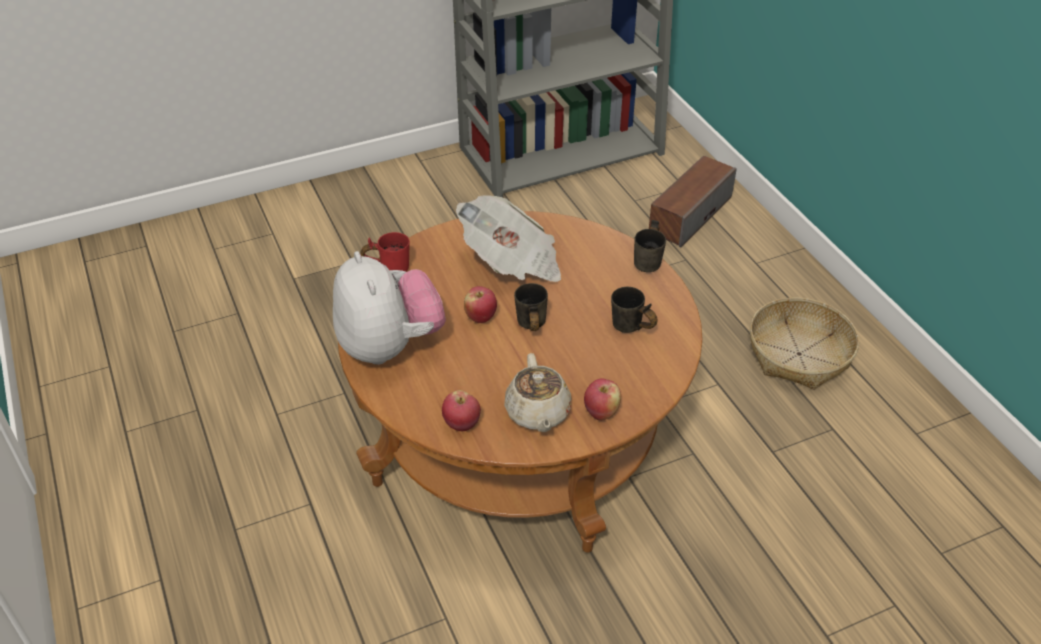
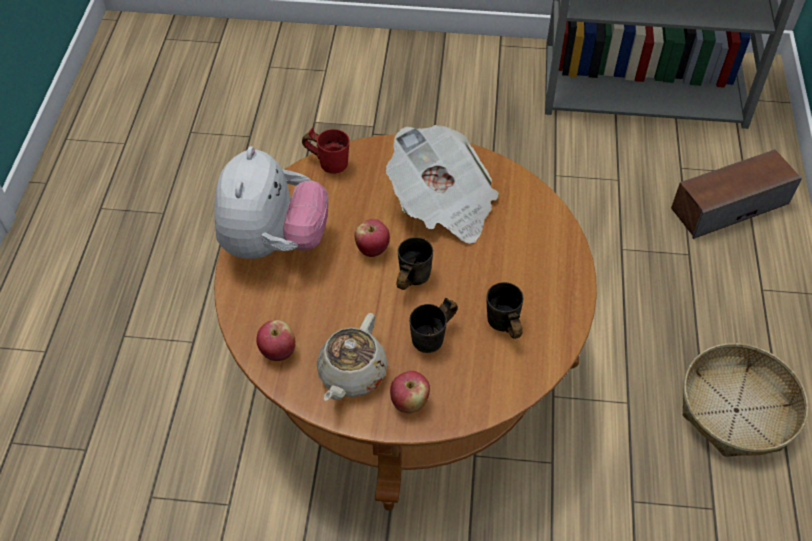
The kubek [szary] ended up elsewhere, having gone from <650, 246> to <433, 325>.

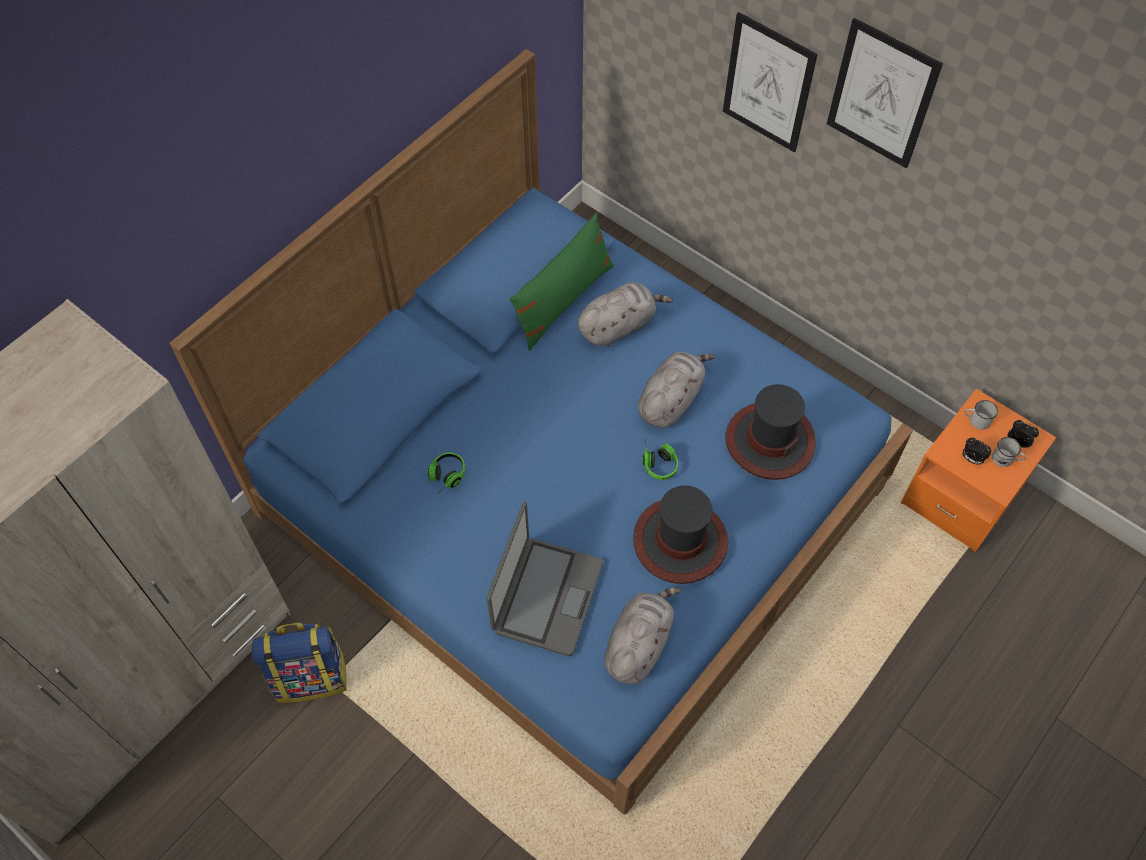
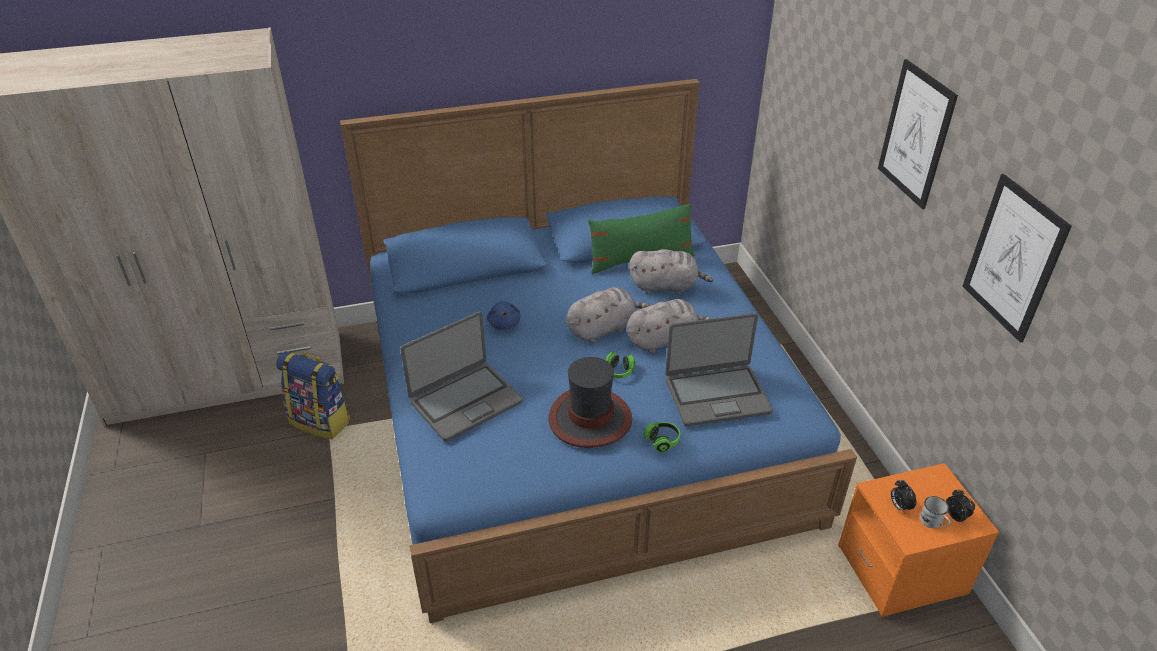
The second view gained the pluszak [niebieski] at <503, 315>.
The pluszak [szary] ended up elsewhere, having gone from <642, 635> to <608, 315>.
The słuchawki ended up elsewhere, having gone from <446, 470> to <661, 437>.
Where the kapelusz stood at <770, 432>, the laptop came to stand at <719, 369>.
The obraz ended up elsewhere, having gone from <770, 82> to <1017, 258>.
The second view lost the kubek [biały] at <981, 415>.

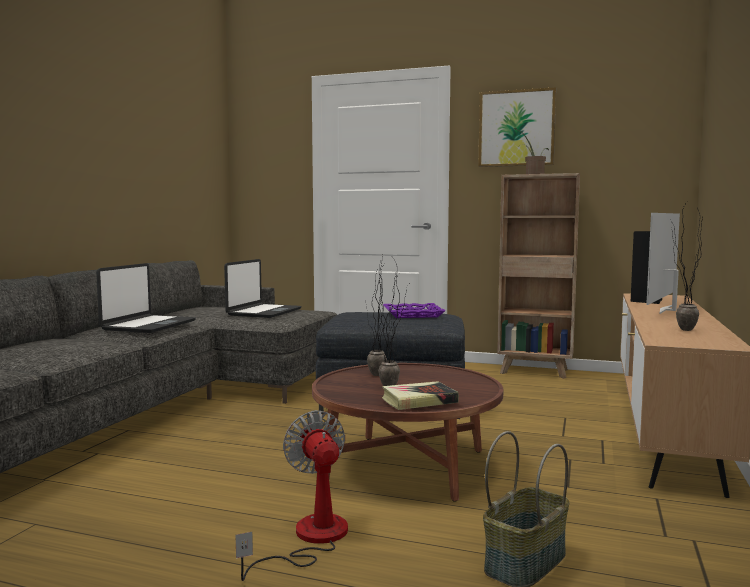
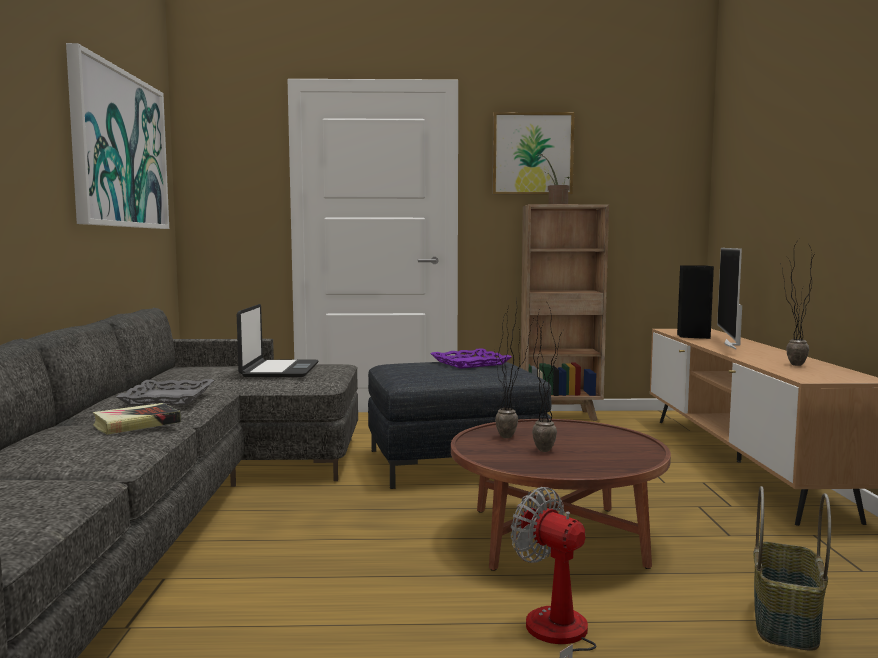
The second view gained the obraz at <117, 136>.
The książka ended up elsewhere, having gone from <420, 395> to <137, 419>.
Where the laptop stood at <146, 298>, the taca [szary] came to stand at <165, 392>.

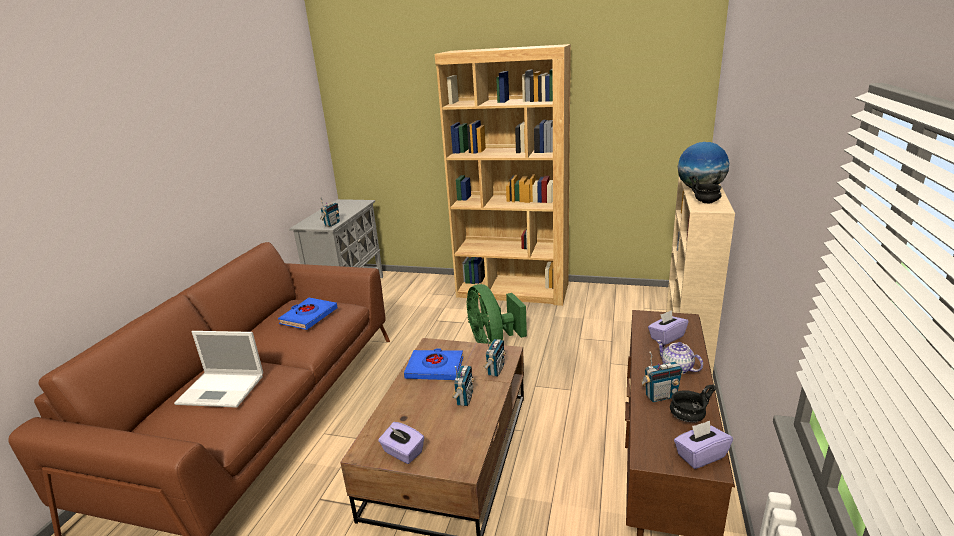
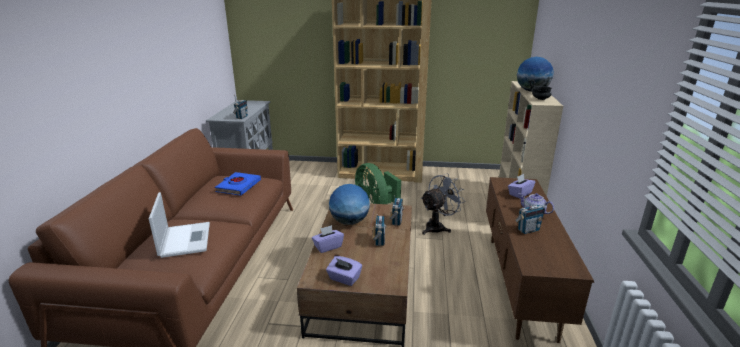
The laptop at <218, 369> ended up facing another way, 105 degrees counterclockwise from before.
The pudełko chusteczek [fioletowy] ended up elsewhere, having gone from <703, 445> to <328, 239>.
Where the książka [niebieski] stood at <433, 364>, the globus came to stand at <349, 204>.
The second view gained the wentylator [szary] at <443, 204>.
The second view lost the miska [czarny] at <693, 403>.

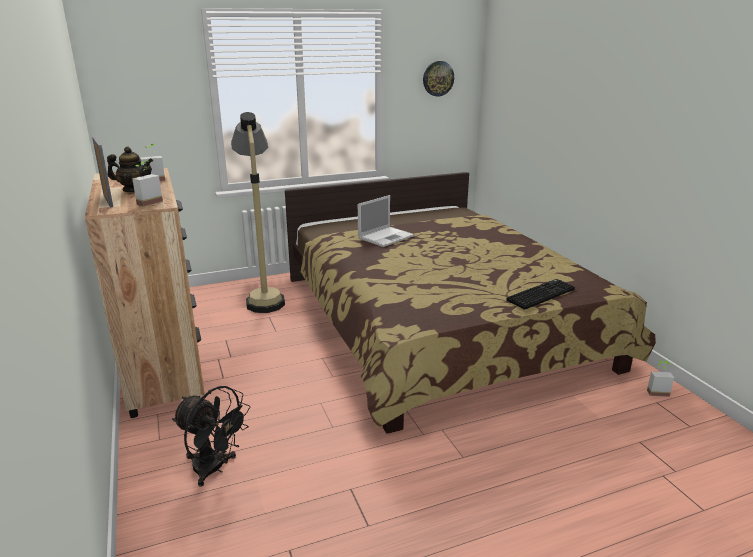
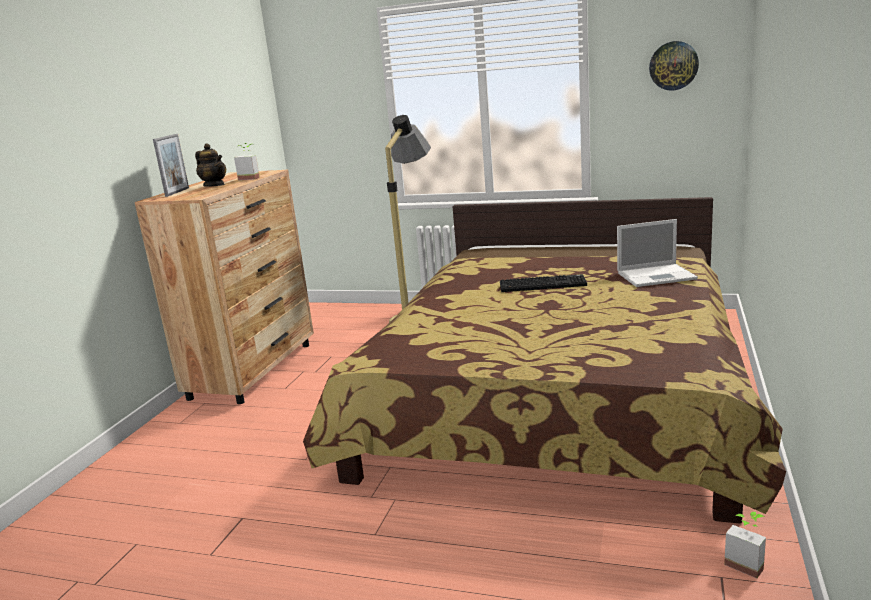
The klawiatura ended up elsewhere, having gone from <540, 294> to <543, 283>.
The laptop ended up elsewhere, having gone from <386, 221> to <657, 253>.
The second view lost the roślina doniczkowa at <147, 184>.
The second view lost the wentylator [czarny] at <211, 436>.

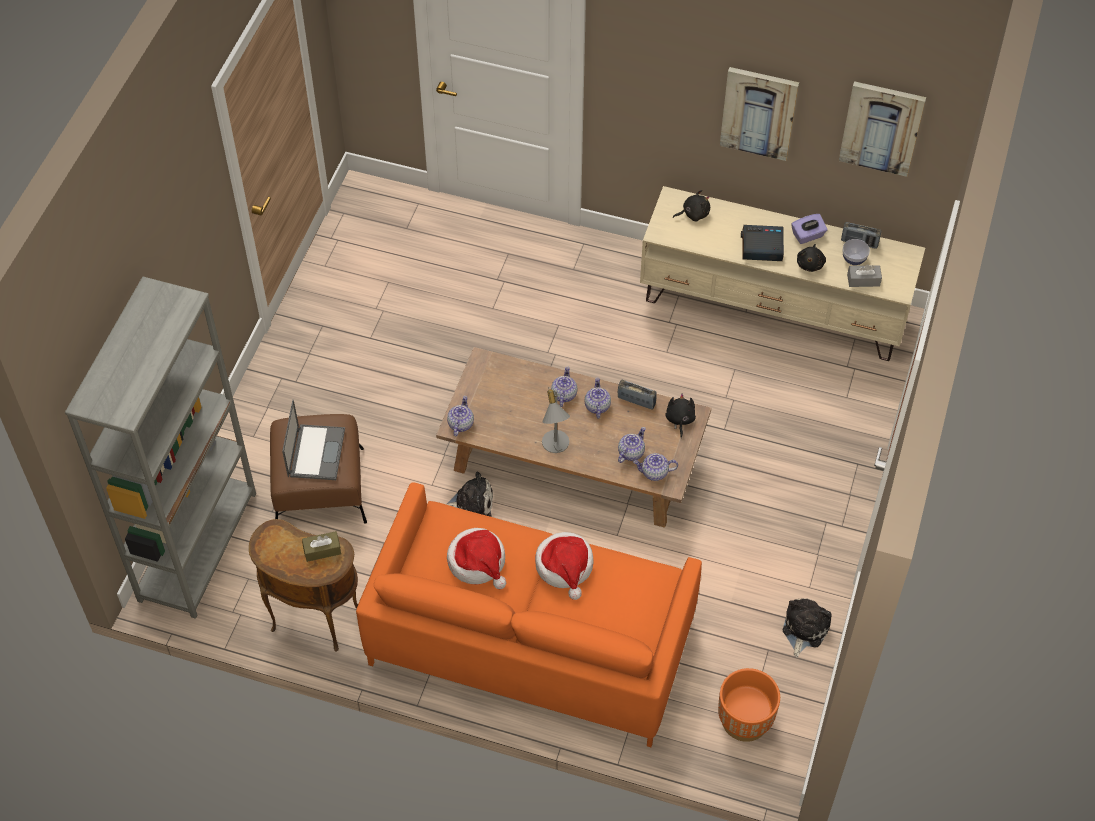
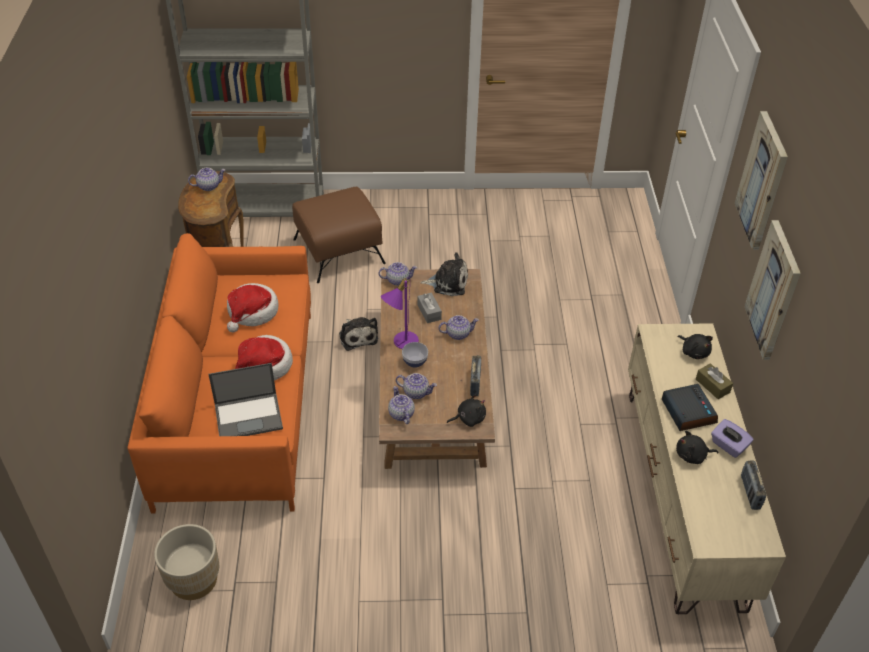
What was the donica [pomarańczowy] at <749, 705> turned into the donica [beżowy] at <186, 562>.
The imbryk ended up elsewhere, having gone from <598, 398> to <207, 179>.
The laptop ended up elsewhere, having gone from <313, 440> to <245, 399>.
What was the lampa stołowa [szary] at <556, 420> turned into the lampa stołowa [fioletowy] at <400, 313>.
The miska ended up elsewhere, having gone from <856, 252> to <415, 355>.
The pudełko chusteczek [szary] ended up elsewhere, having gone from <864, 275> to <429, 308>.
The pluszak ended up elsewhere, having gone from <807, 627> to <444, 274>.
The pudełko chusteczek [brązowy] ended up elsewhere, having gone from <321, 546> to <714, 381>.
The obraz ended up elsewhere, having gone from <882, 129> to <761, 180>.

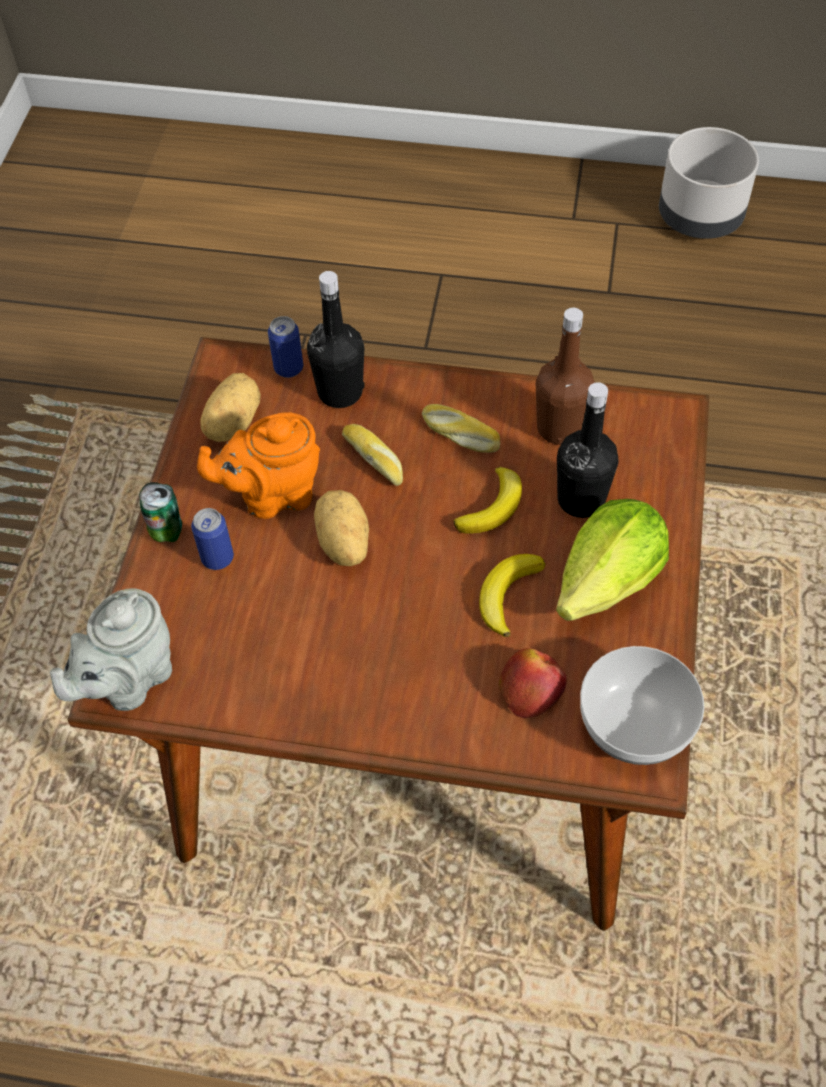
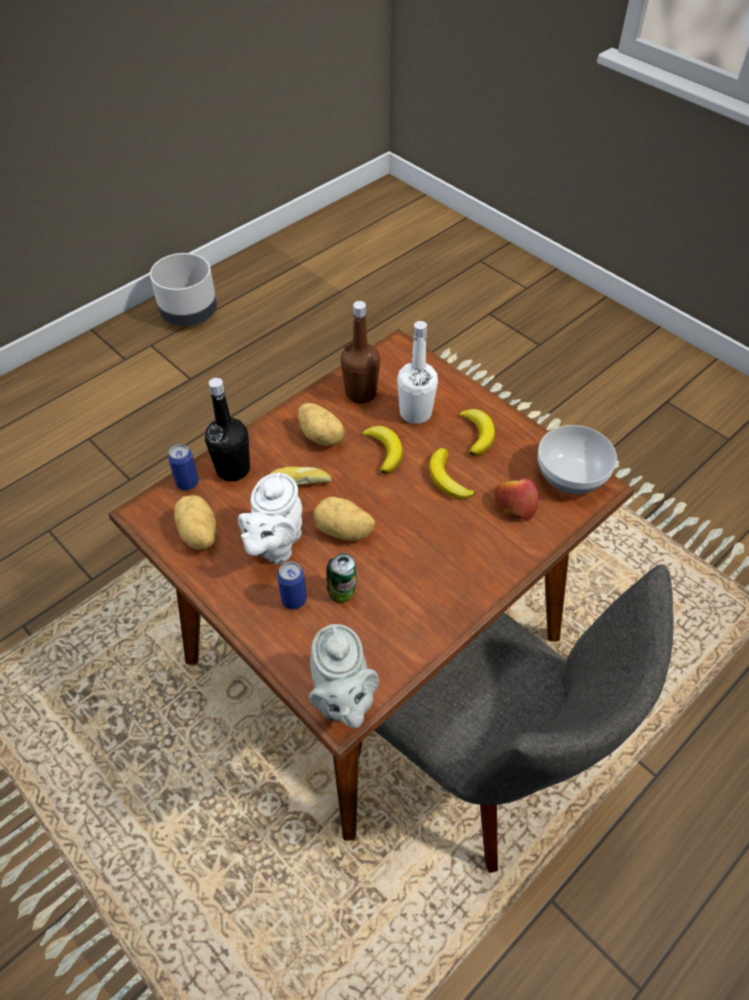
What was the imbryk [pomarańczowy] at <258, 465> turned into the imbryk [biały] at <270, 518>.
Where the chleb stood at <461, 428>, the ziemniak came to stand at <321, 424>.
The puszka ended up elsewhere, having gone from <160, 512> to <341, 578>.
The second view gained the krzesło [szary] at <516, 718>.
What was the butelka [czarny] at <587, 450> turned into the butelka [biały] at <417, 372>.
Where the sałata stood at <612, 560>, the banan came to stand at <477, 433>.

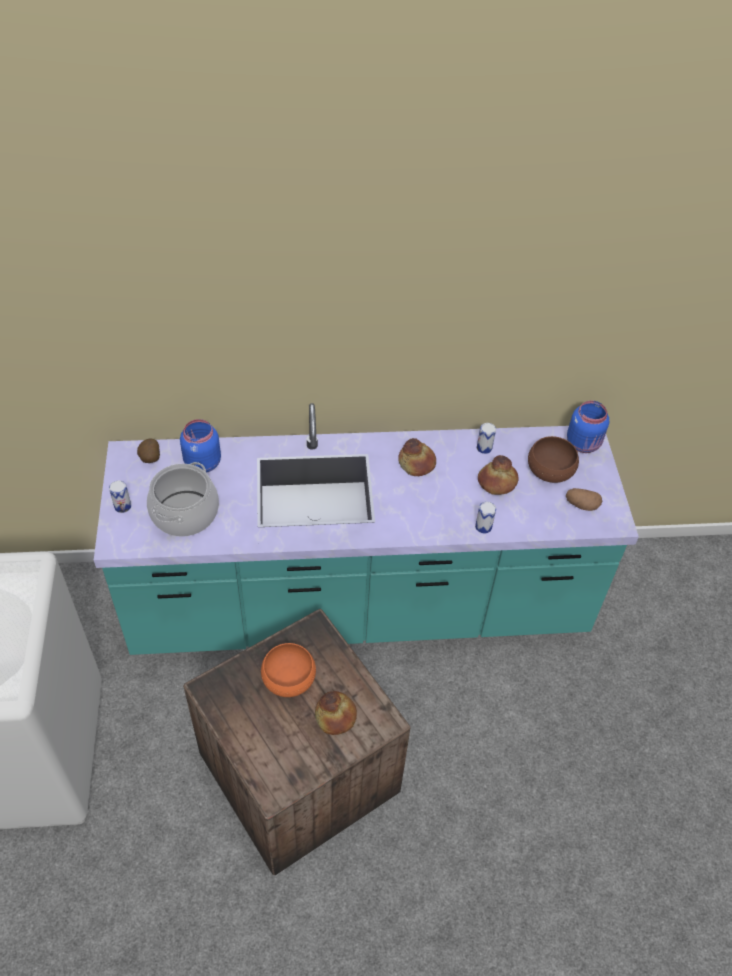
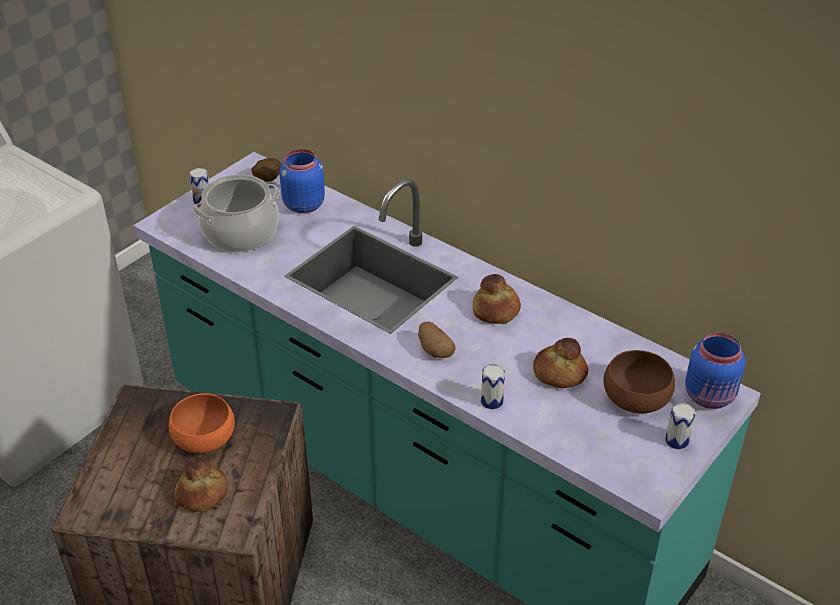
The ziemniak ended up elsewhere, having gone from <584, 499> to <437, 340>.
The puszka ended up elsewhere, having gone from <486, 438> to <680, 426>.

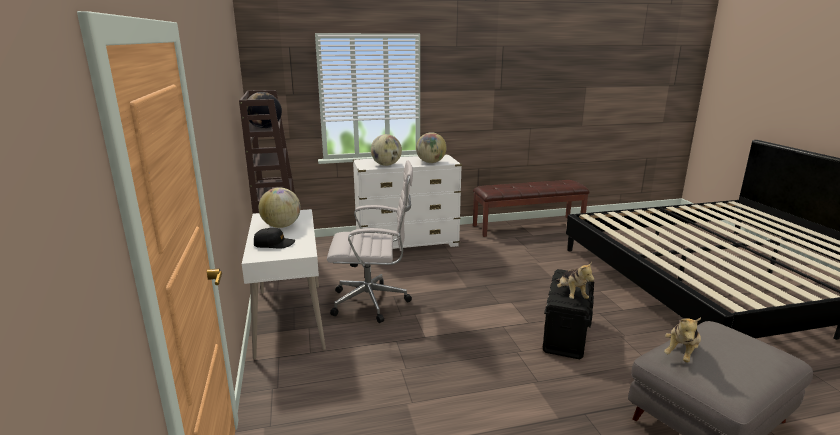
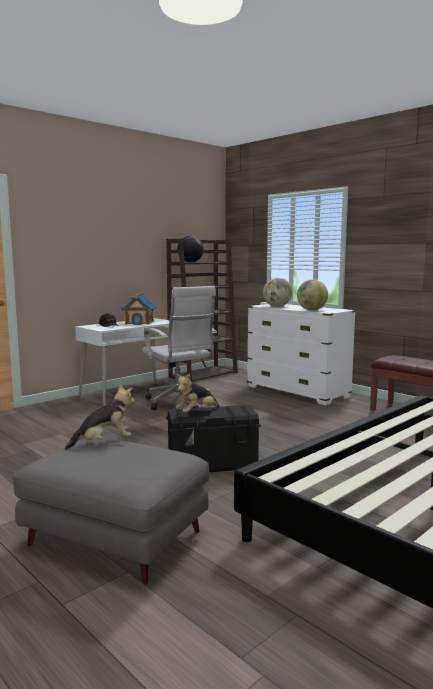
The pluszak at <682, 339> ended up facing another way, 150 degrees clockwise from before.
Where the globus stood at <279, 207>, the domek came to stand at <139, 309>.

